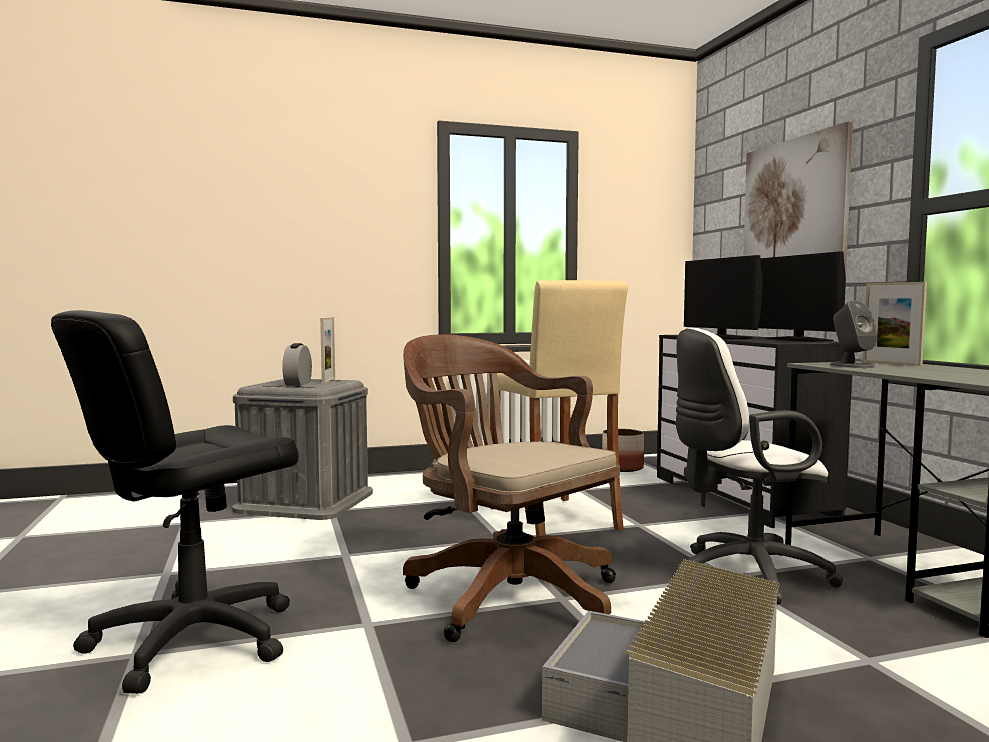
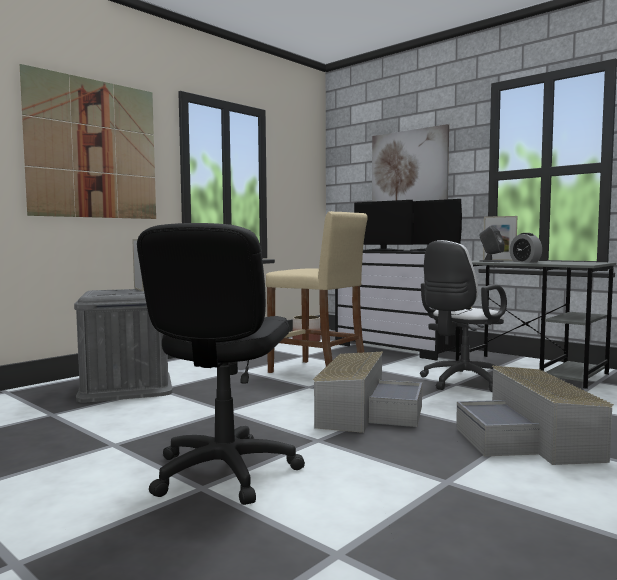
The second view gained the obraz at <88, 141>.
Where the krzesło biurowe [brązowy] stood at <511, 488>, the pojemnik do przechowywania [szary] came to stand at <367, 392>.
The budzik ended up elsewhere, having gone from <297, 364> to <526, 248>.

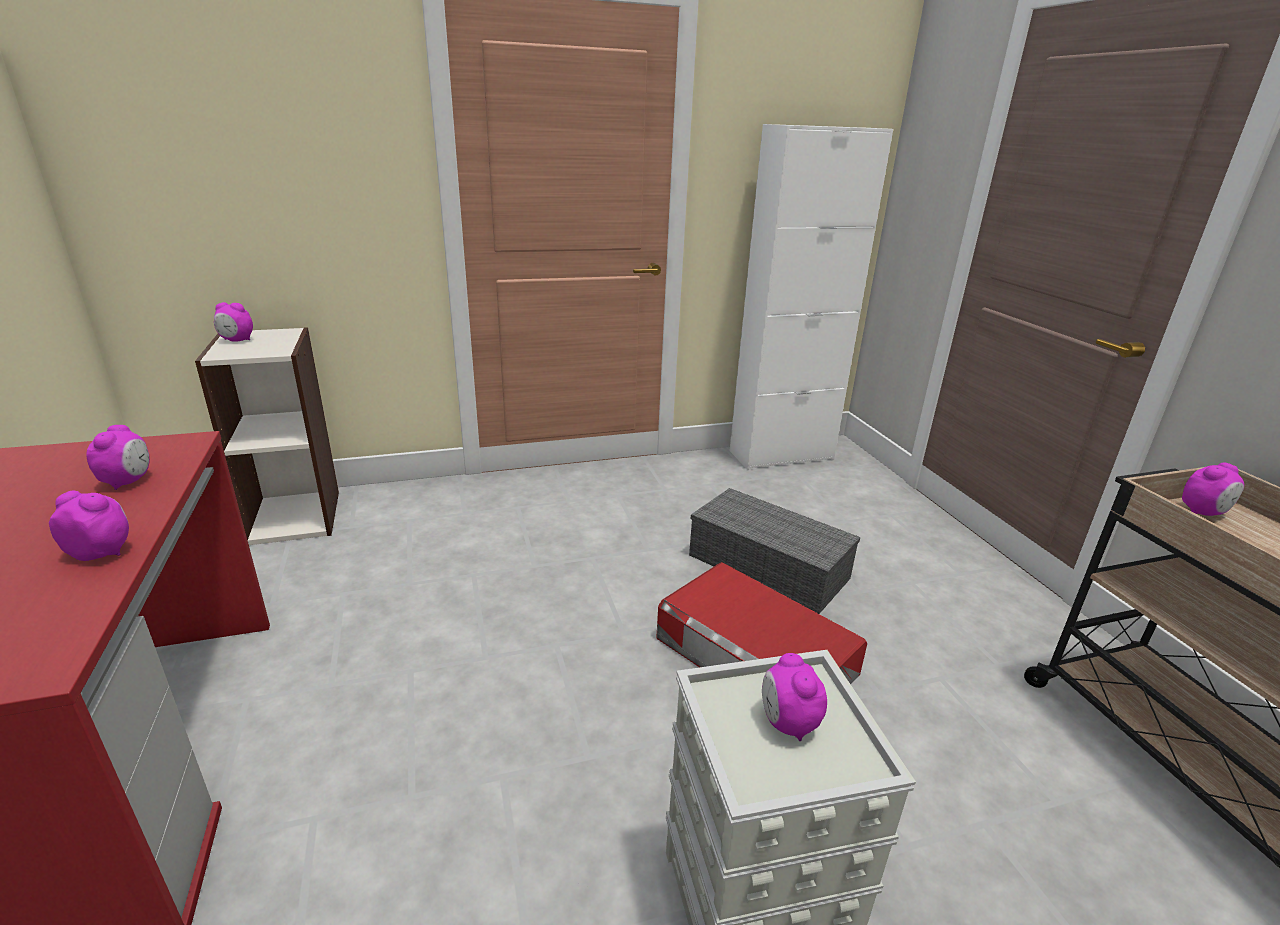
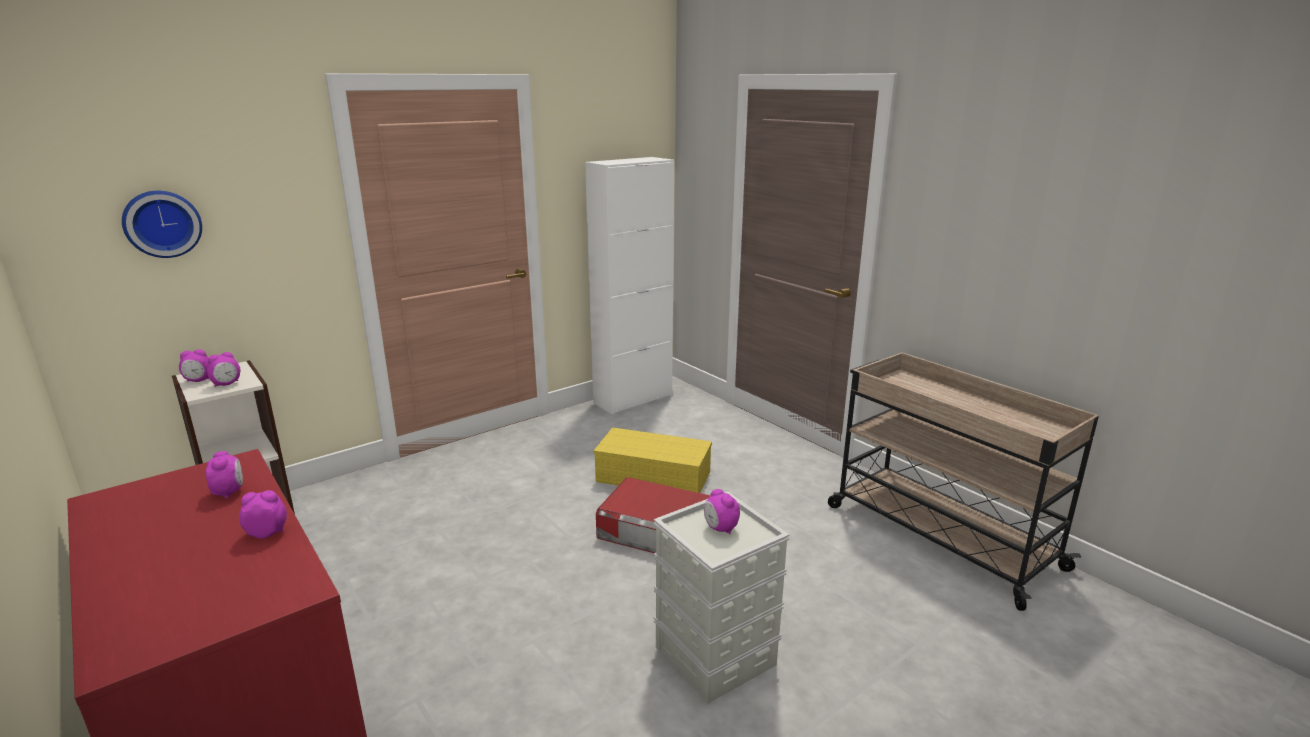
The second view gained the zegar ścienny at <162, 224>.
The budzik ended up elsewhere, having gone from <1213, 489> to <224, 369>.
What was the pojemnik do przechowywania [szary] at <774, 551> turned into the pojemnik do przechowywania [żółty] at <652, 460>.

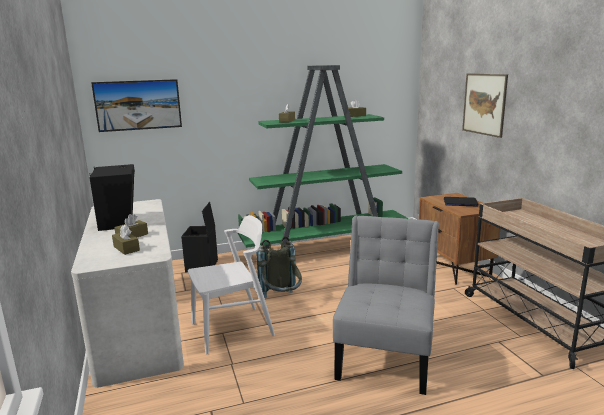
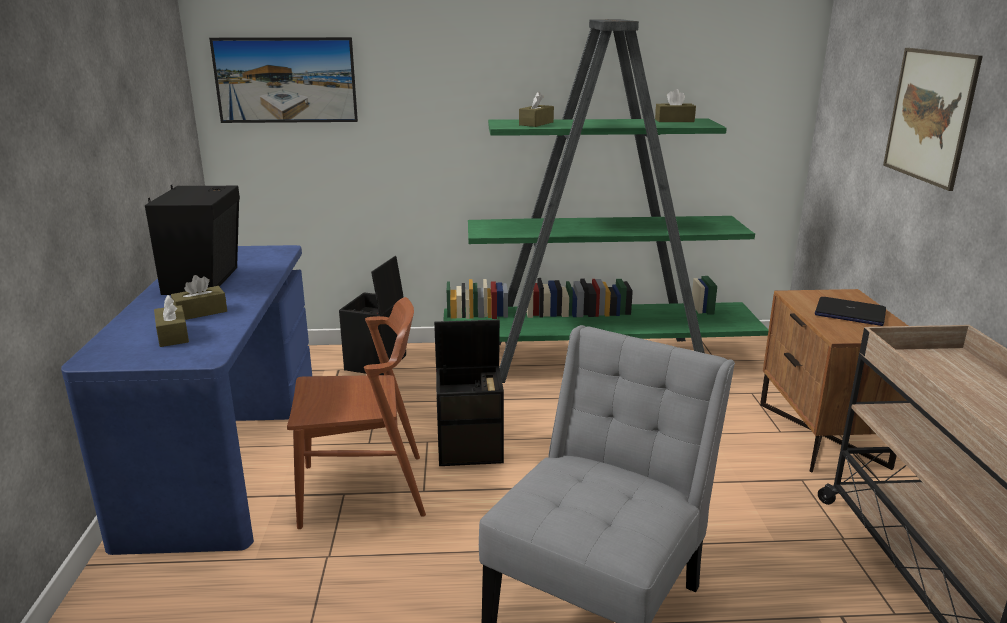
What was the biurko [biały] at <127, 293> turned into the biurko [niebieski] at <186, 400>.
What was the krzesło [biały] at <231, 284> turned into the krzesło [brązowy] at <356, 413>.
Where the plecak [szary] stood at <279, 267>, the pojemnik do przechowywania [czarny] came to stand at <469, 392>.

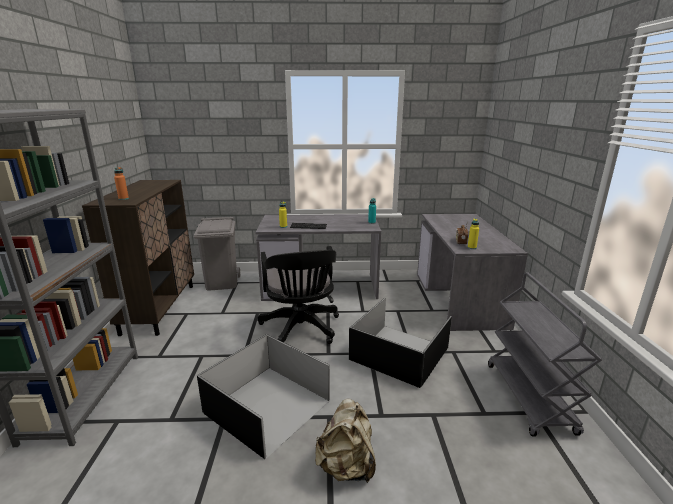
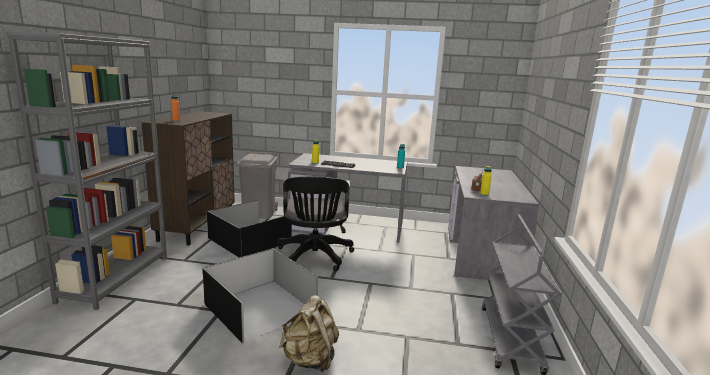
The pojemnik do przechowywania [czarny] ended up elsewhere, having gone from <400, 343> to <249, 228>.

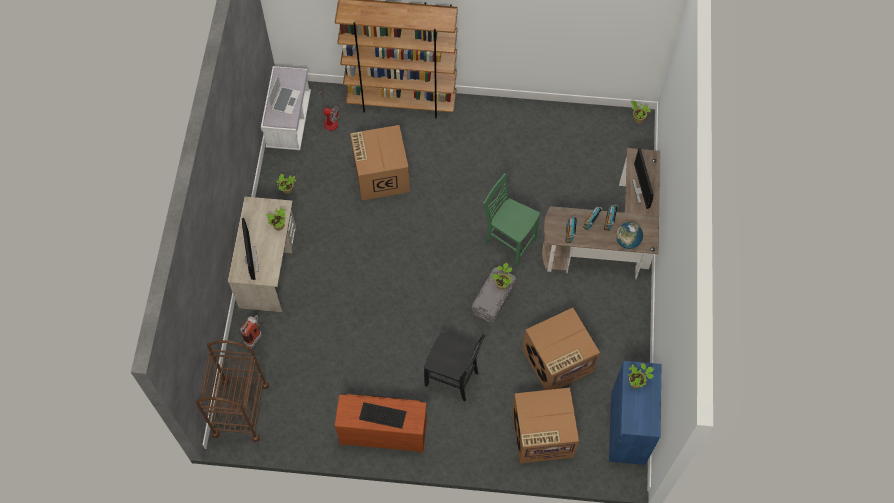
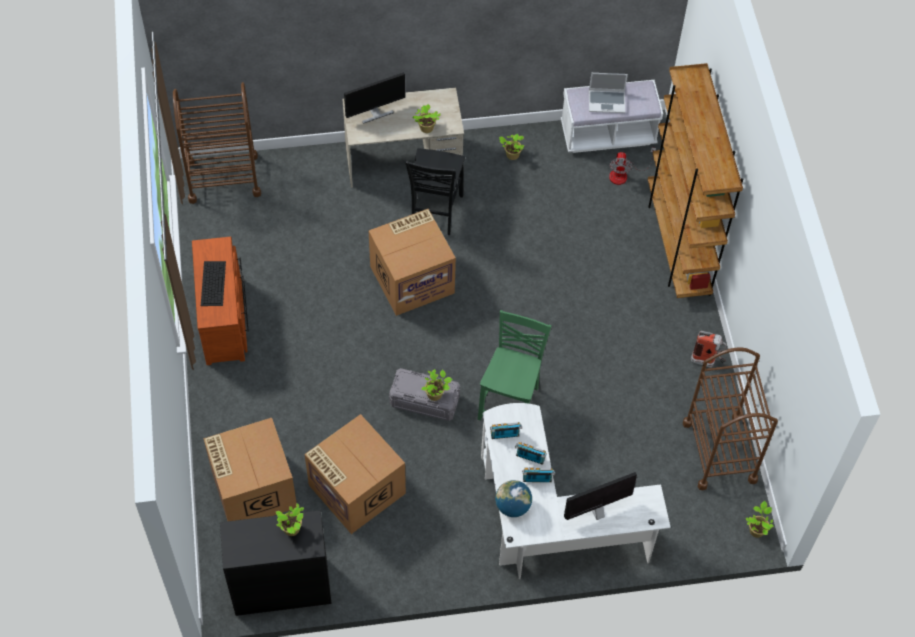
What was the szafka [niebieski] at <635, 413> turned into the szafka [czarny] at <276, 563>.
The karton ended up elsewhere, having gone from <380, 162> to <412, 262>.
The krzesło [czarny] ended up elsewhere, having gone from <454, 367> to <435, 192>.
What was the biurko [brązowy] at <601, 213> turned into the biurko [biały] at <576, 491>.
The second view gained the wózek [brązowy] at <730, 419>.
The gaśnica ended up elsewhere, having gone from <251, 331> to <709, 349>.

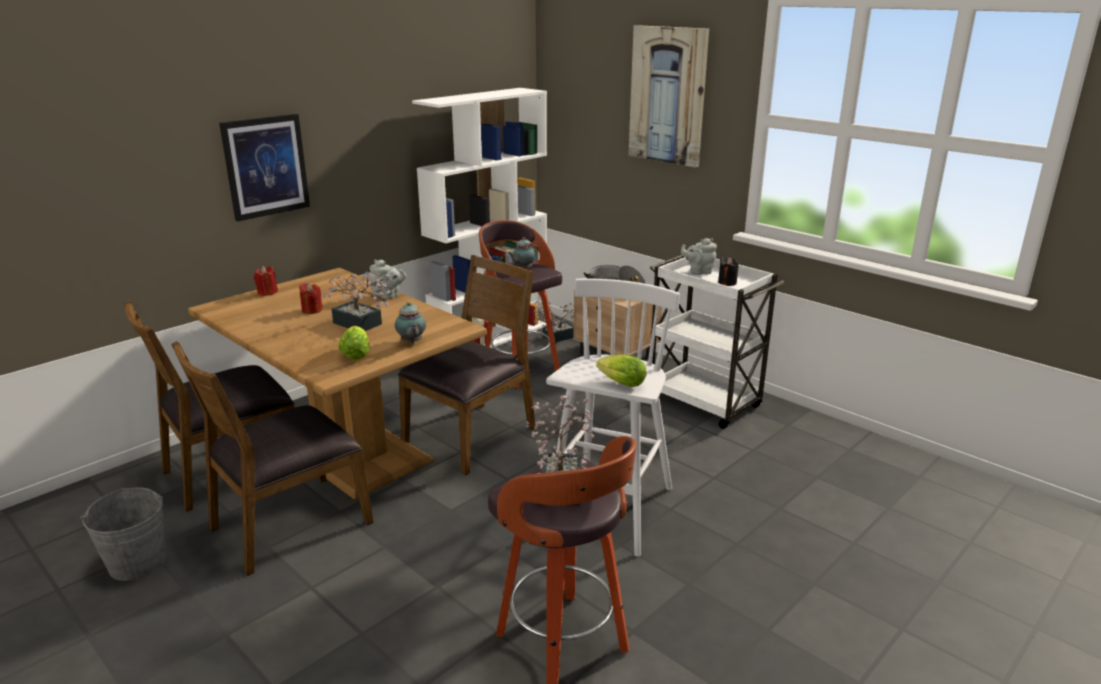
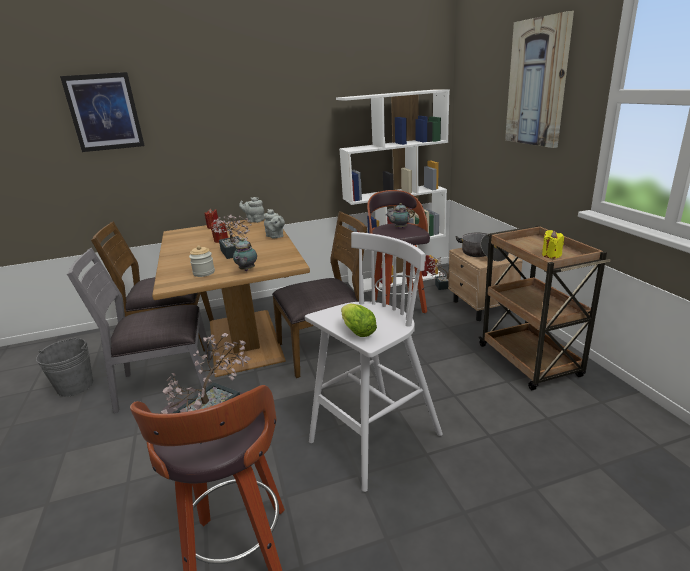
The obraz ended up elsewhere, having gone from <264, 168> to <102, 112>.
What was the krzesło [brązowy] at <272, 458> turned into the krzesło [szary] at <140, 330>.
Where the sałata stood at <354, 343>, the słoik came to stand at <202, 261>.
The imbryk [szary] ended up elsewhere, having gone from <699, 256> to <251, 210>.
What was the wózek [biały] at <717, 342> turned into the wózek [brązowy] at <545, 308>.
What was the świeca [czarny] at <728, 271> turned into the świeca [żółty] at <553, 244>.

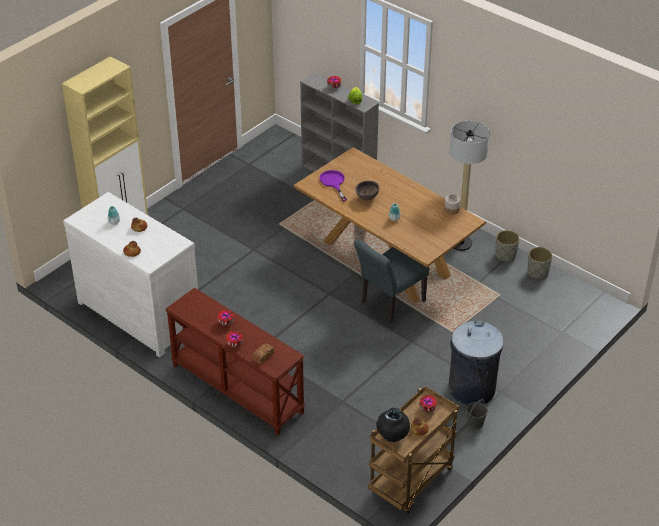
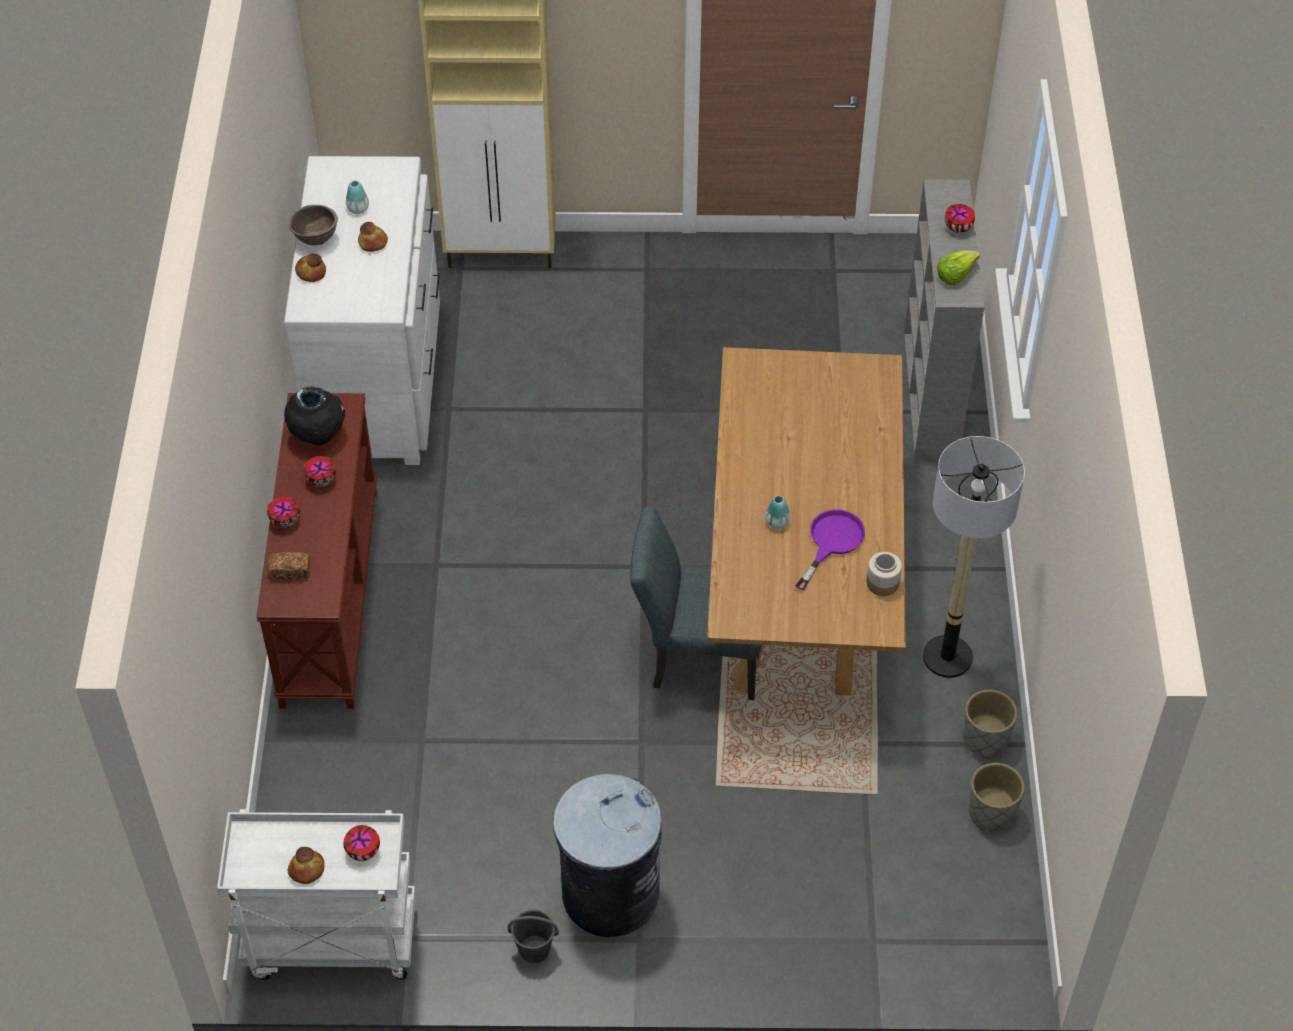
What was the wózek [brązowy] at <413, 449> turned into the wózek [biały] at <316, 894>.
The wazon [czarny] ended up elsewhere, having gone from <393, 425> to <314, 415>.
The miska [brązowy] ended up elsewhere, having gone from <367, 190> to <313, 225>.
The patelnia [fioletowy] ended up elsewhere, having gone from <333, 185> to <830, 549>.

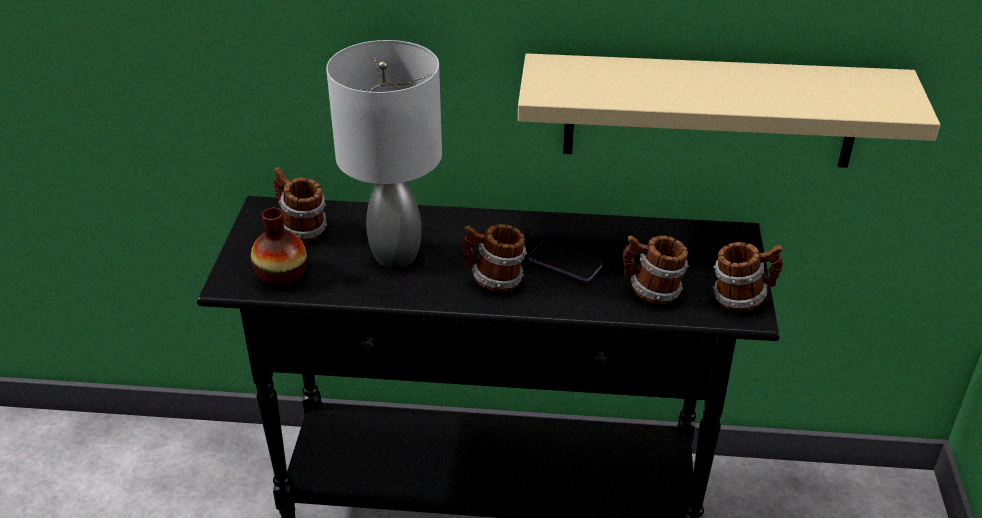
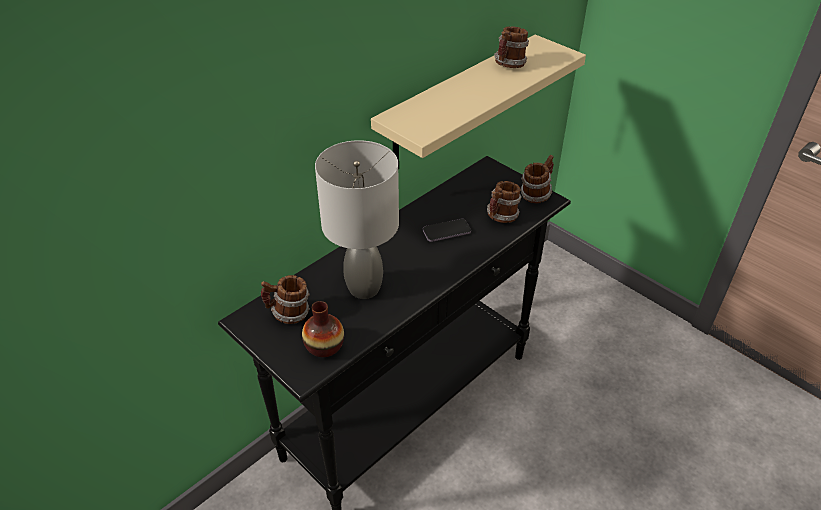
The kubek ended up elsewhere, having gone from <494, 258> to <511, 47>.

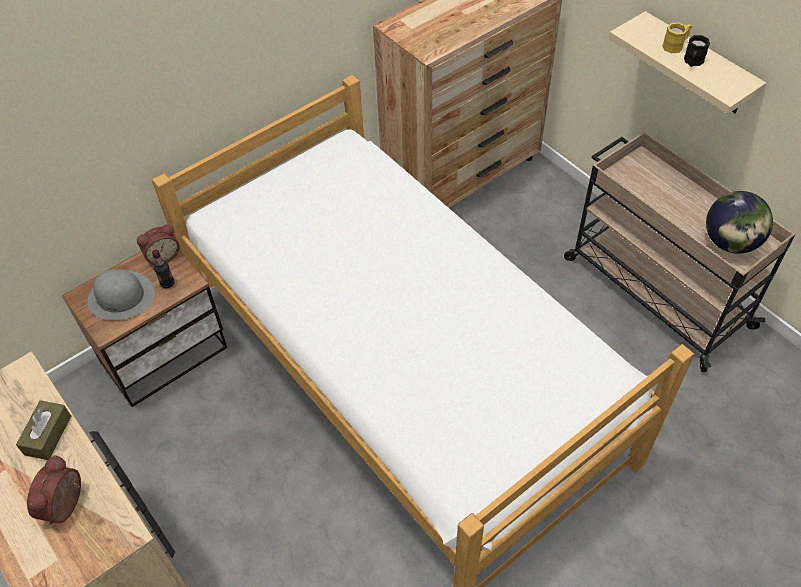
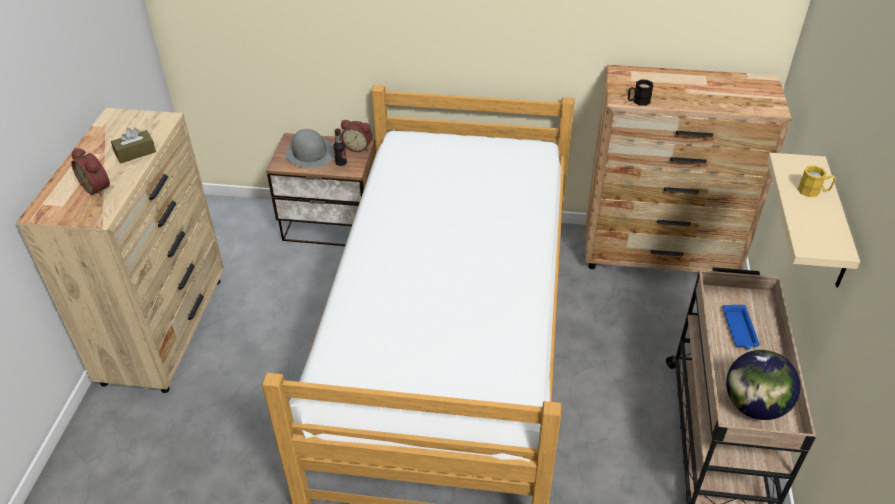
The budzik at <54, 489> ended up facing another way, 105 degrees counterclockwise from before.
The kubek [czarny] ended up elsewhere, having gone from <697, 51> to <640, 93>.
The second view gained the taca [niebieski] at <741, 327>.

